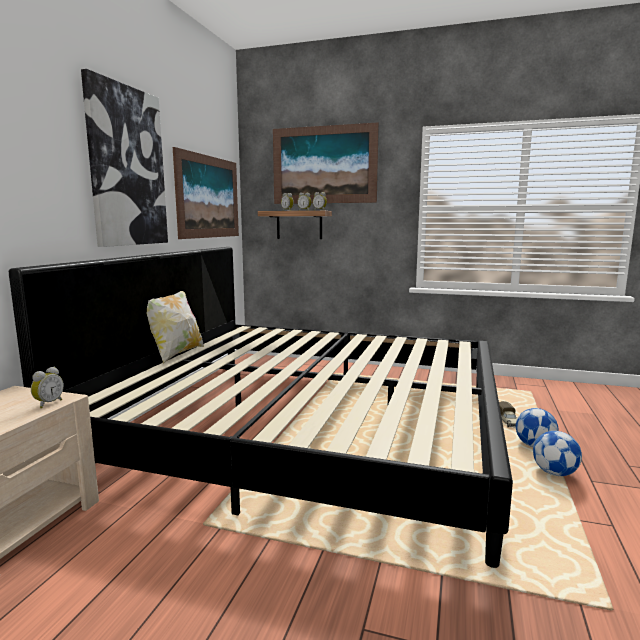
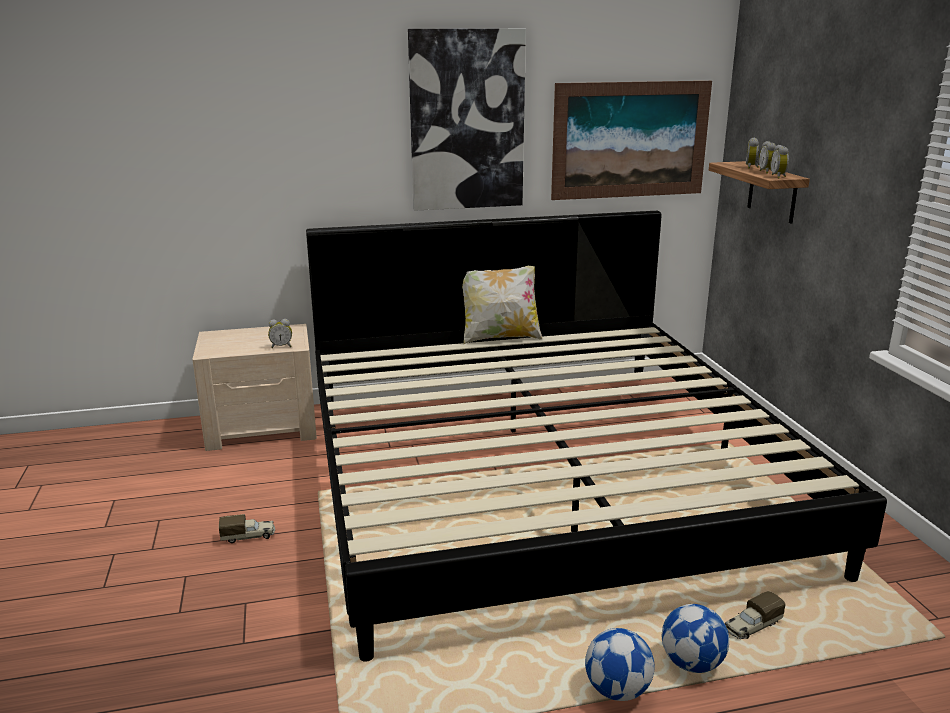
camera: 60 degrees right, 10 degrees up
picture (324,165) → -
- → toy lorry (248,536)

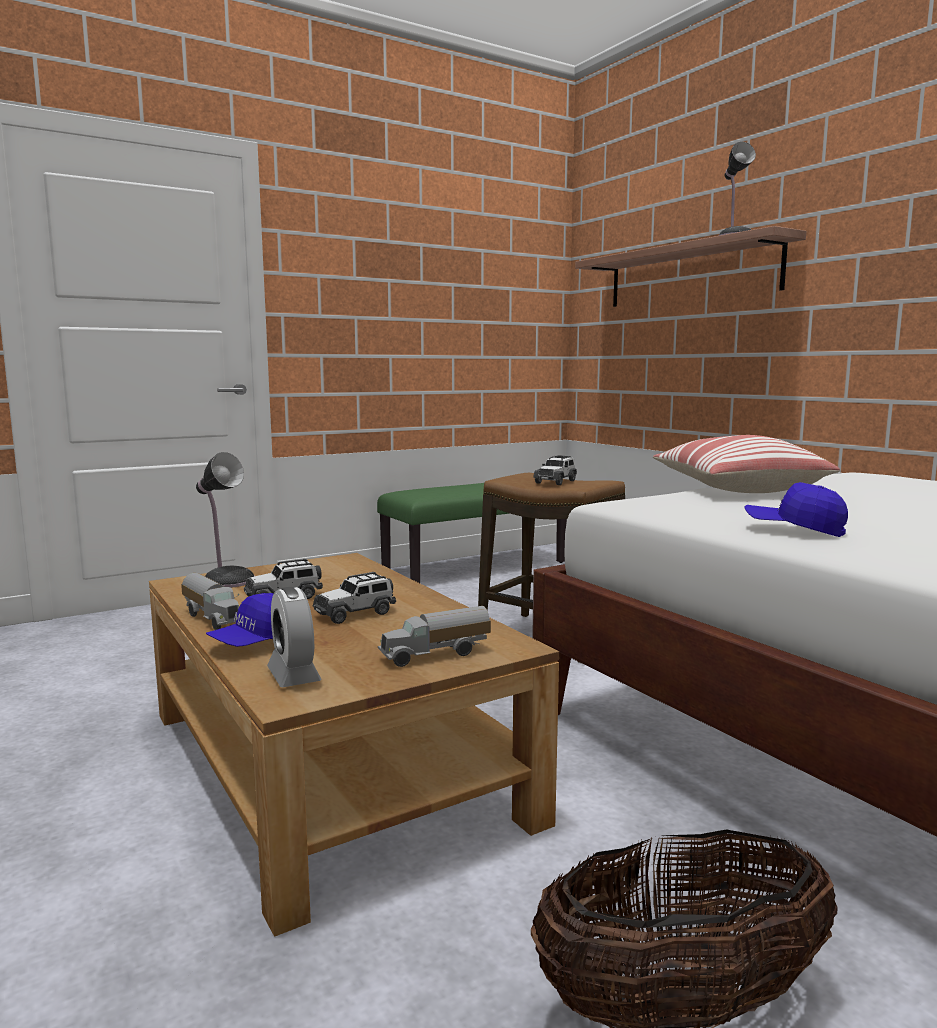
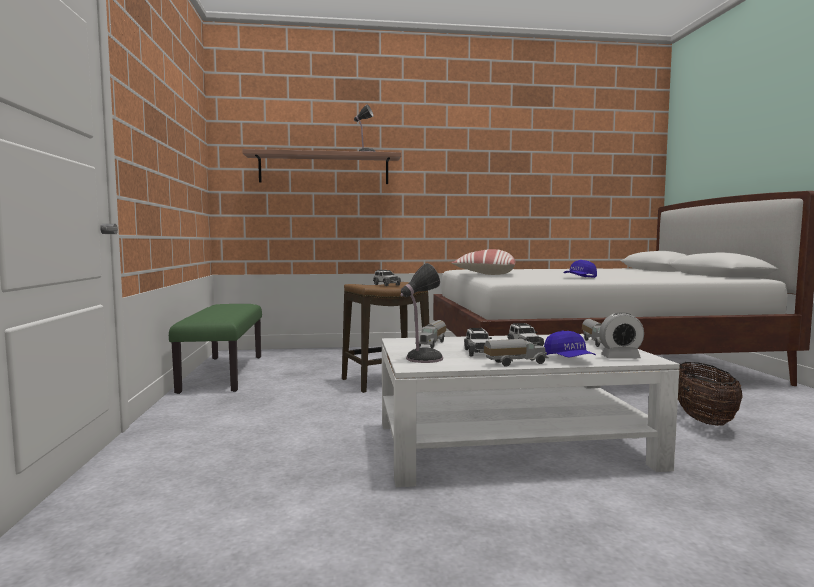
camera: 65 degrees left, 5 degrees down
coffee table (brown) (331,764) → coffee table (whitish) (512,444)
- → toy lorry (432,344)

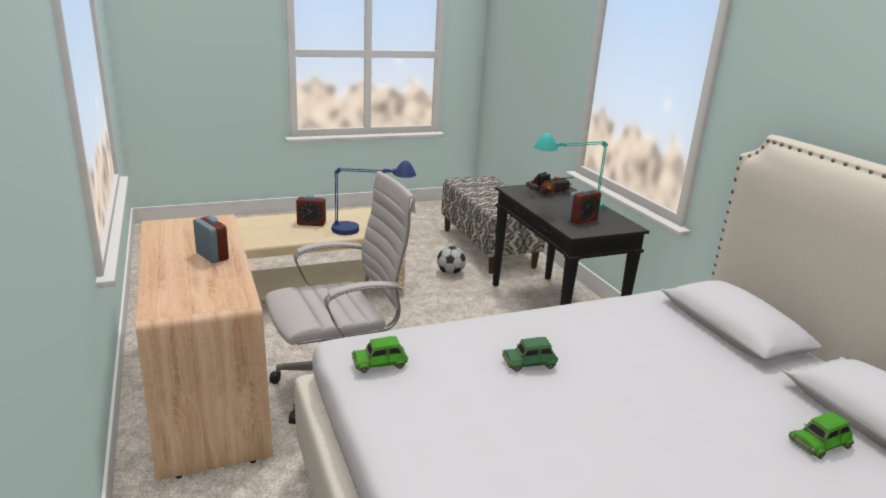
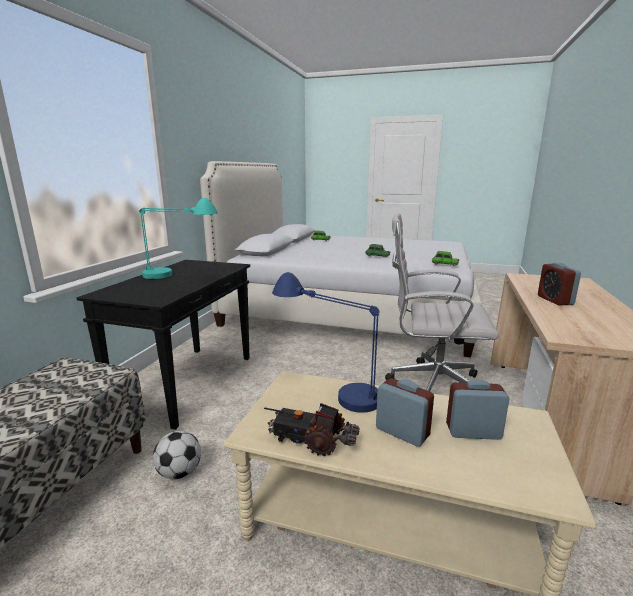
camera: 140 degrees left, 5 degrees down
toy lorry (549,193) → toy lorry (311,440), move
bedside clock (582,220) → bedside clock (473,432), move

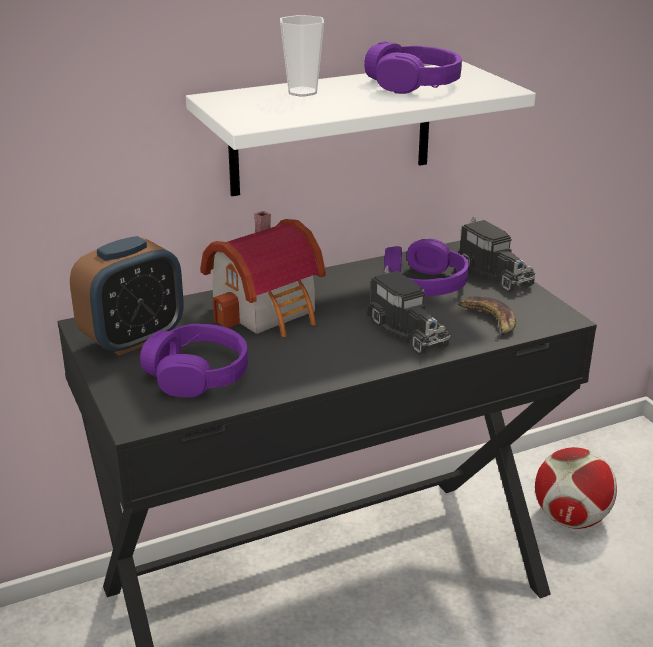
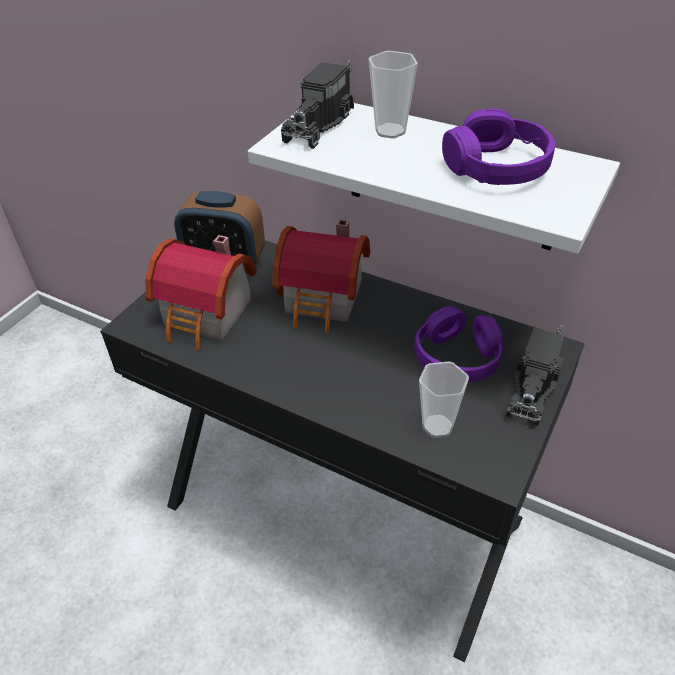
camera: 55 degrees right, 15 degrees up
toy lorry (405,329) → toy lorry (319,124), move
banana fruit (487,320) → cup (437,426)
pair of headphones (purple-coloured) (197,374) → model house (207,316)
football (571,518) → -

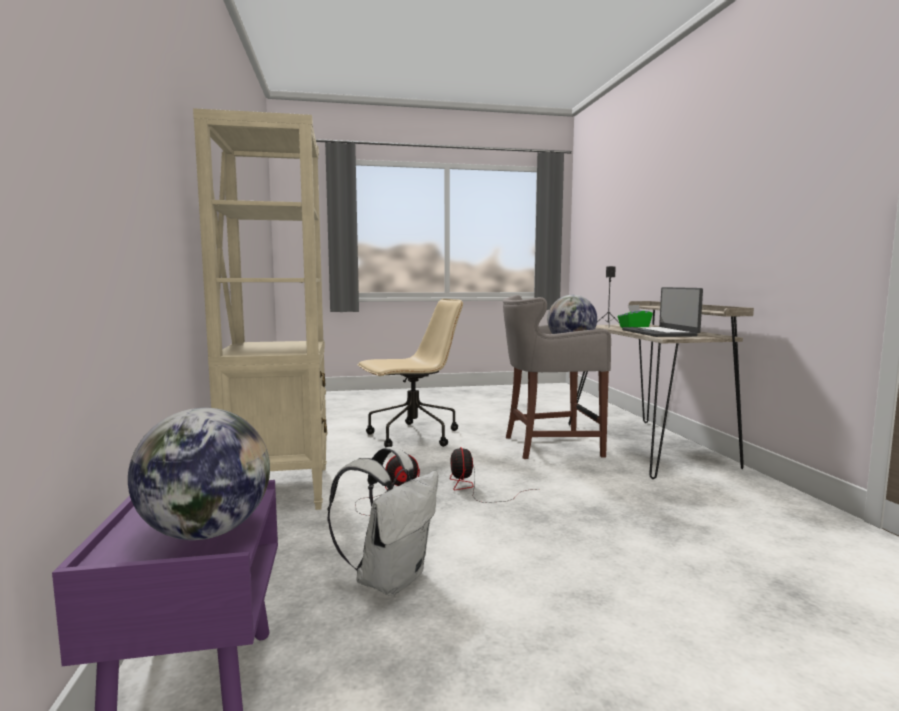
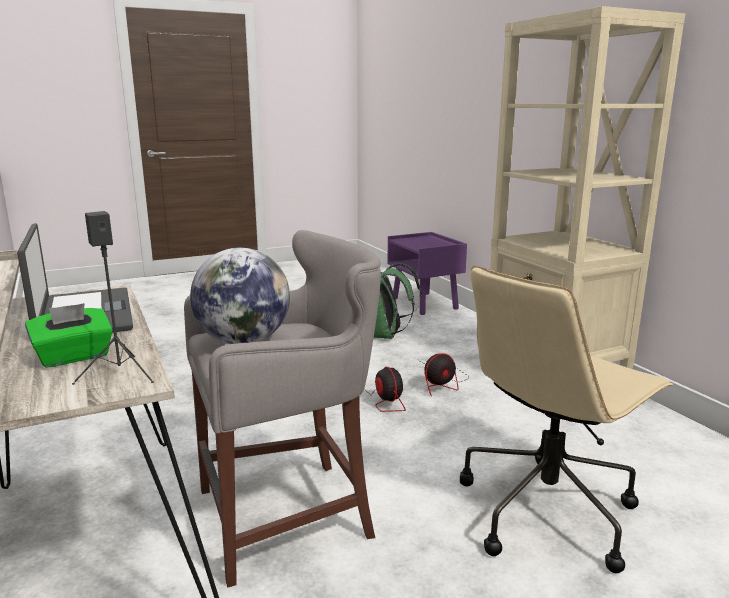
camera: 165 degrees right, 10 degrees up
desk globe (206,533) → -
backpack (whitish) (390,578) → backpack (greenish) (387,335)

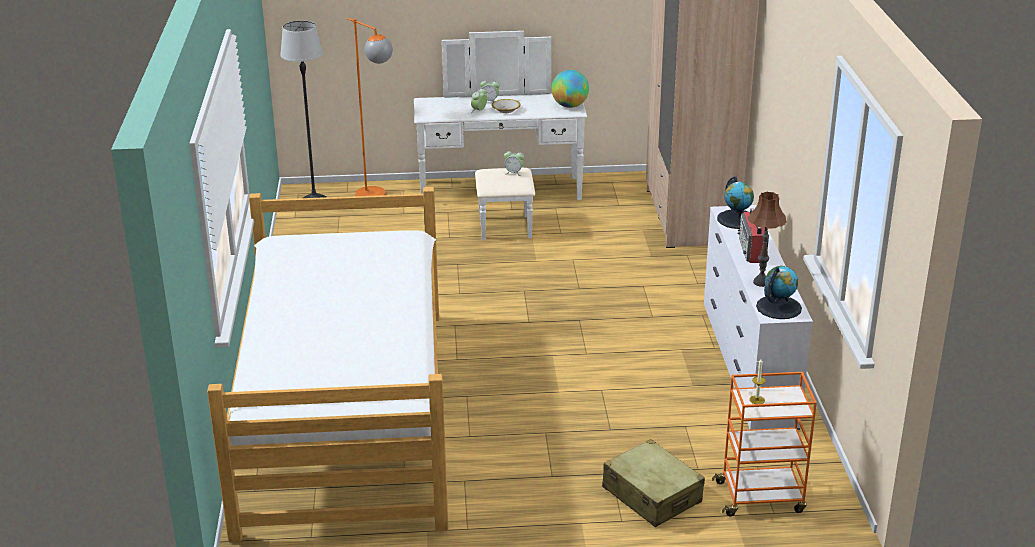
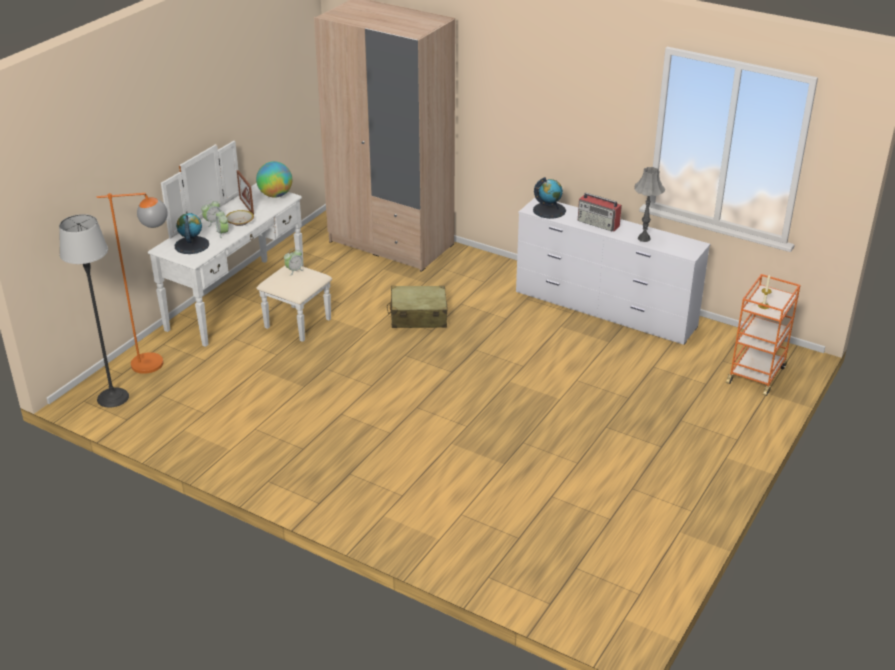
camera: 55 degrees left, 5 degrees up
bedroom bed (345,416) → -
lamp for a table (brown) (761,282) → lamp for a table (gray) (644,239)
desk globe (778,307) → desk globe (191,245), move
travel case (beige-coloured) (651,495) → travel case (beige-coloured) (418,316), move
- → standing frame (246,206)

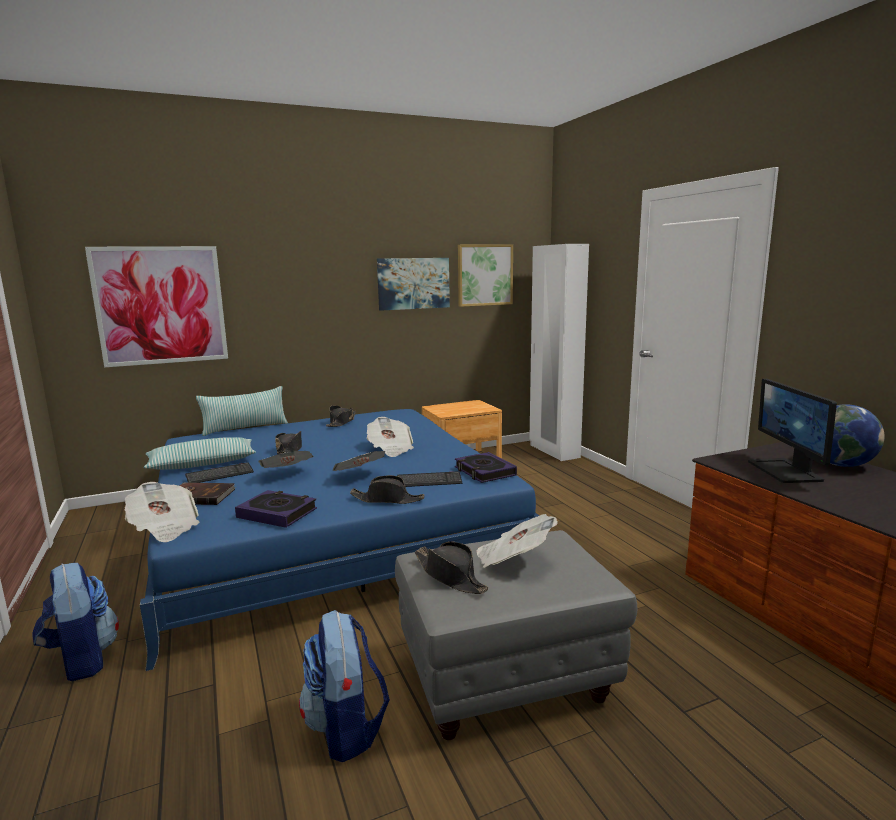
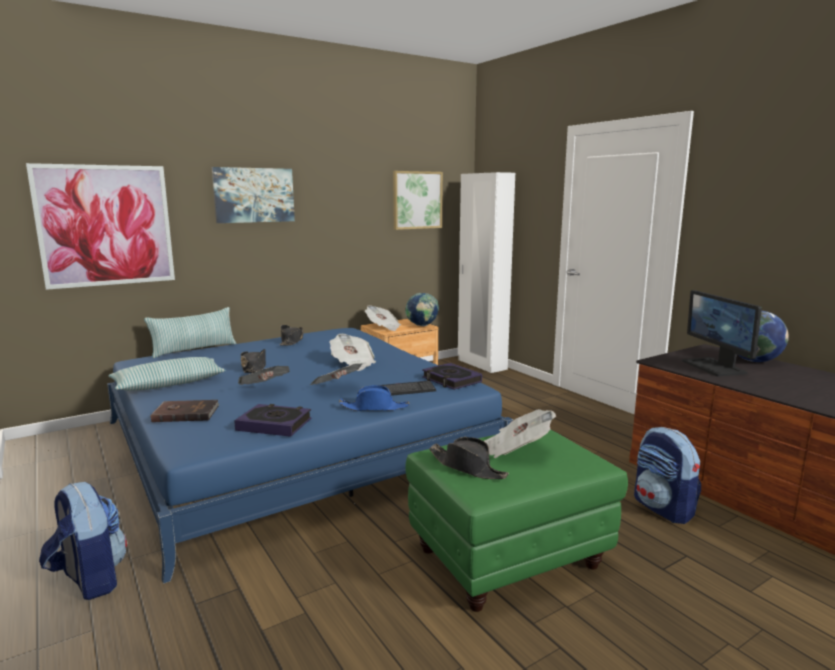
camera: 10 degrees left, 0 degrees up
picture (413,283) → picture (254,195), move
keyboard (220,475) → -
clothing hat (black-coloured) (387,499) → clothing hat (blue-coloured) (374,407)
daily paper (165,528) → daily paper (383,327), move
ottoman (gray) (506,679) → ottoman (greenish) (509,558)
backpack (346,728) → backpack (663,508), move
- → desk globe (422,326)

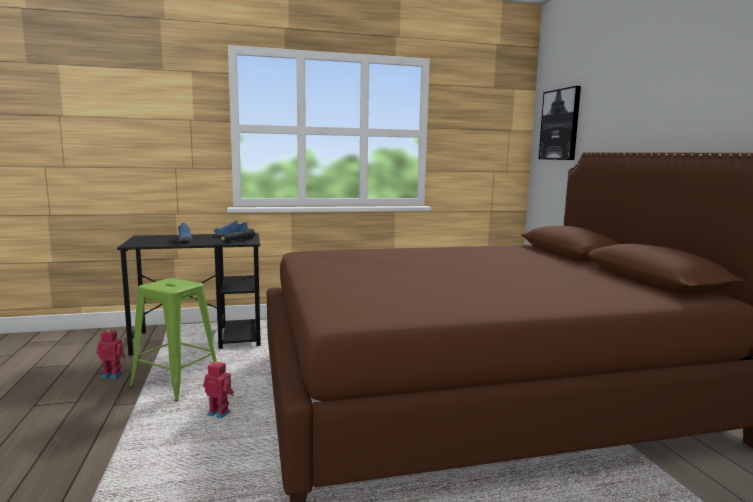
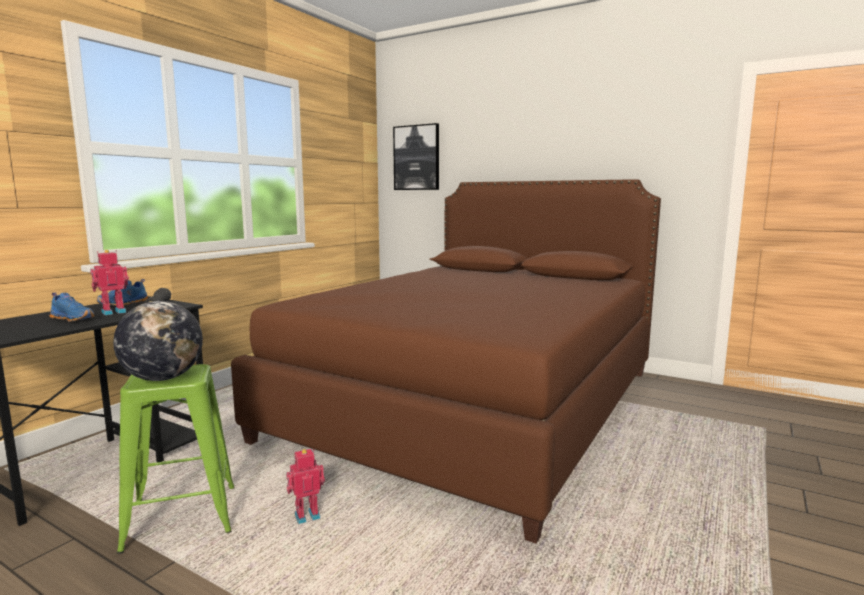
camera: 45 degrees left, 0 degrees up
robot figure (113,375) → robot figure (113,312), move
- → desk globe (163,378)

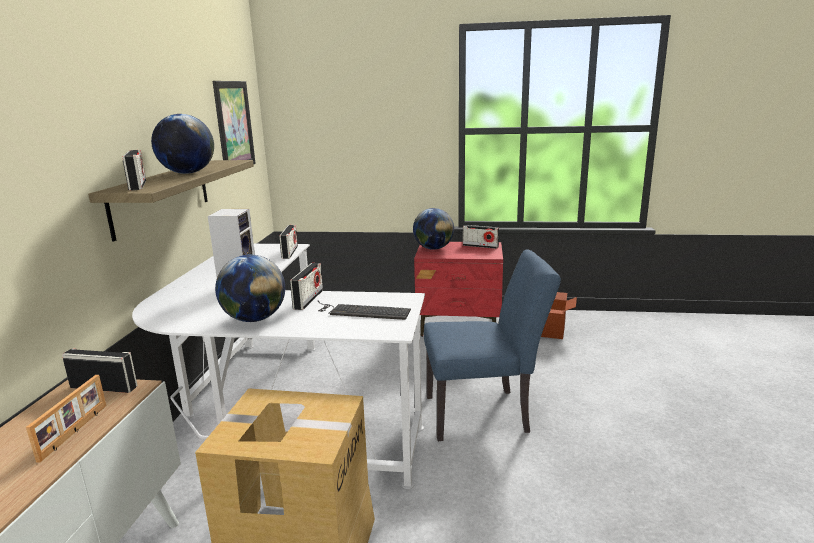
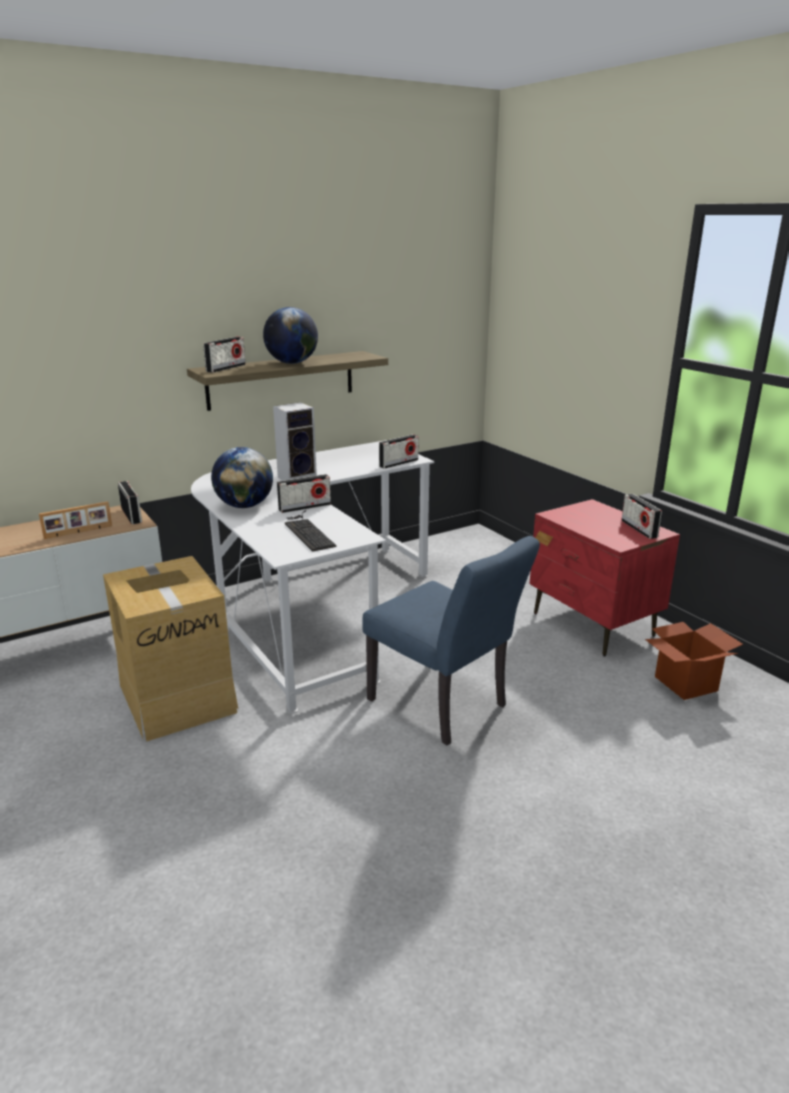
camera: 50 degrees right, 5 degrees up
picture (234,126) → -
desk globe (433,248) → -

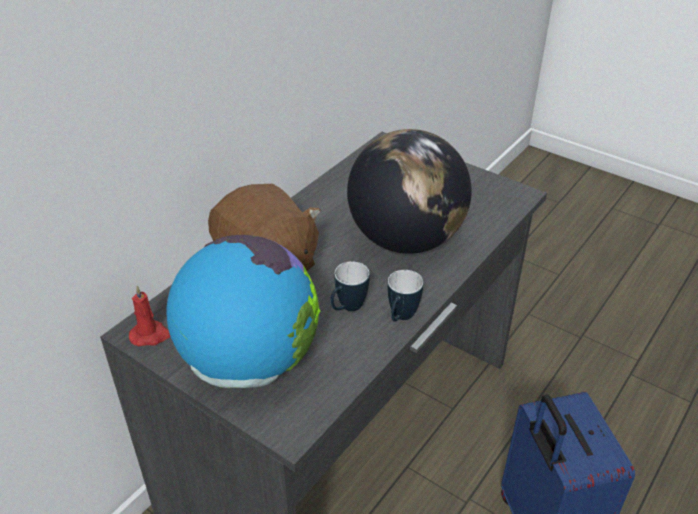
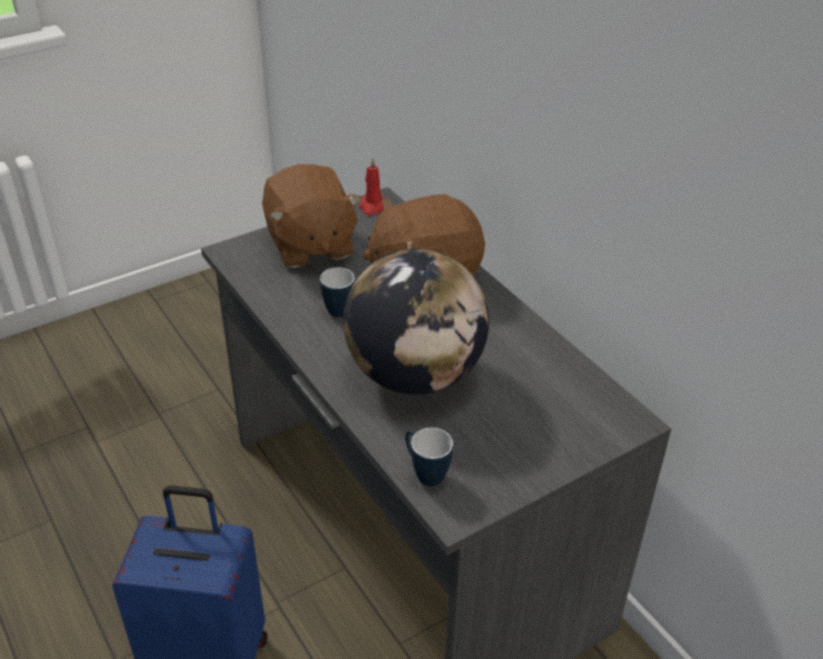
camera: 110 degrees right, 0 degrees up
desk globe (249,362) → soft toy (brown) (310,245)
coffee mug (400,318) → coffee mug (425,473), move

